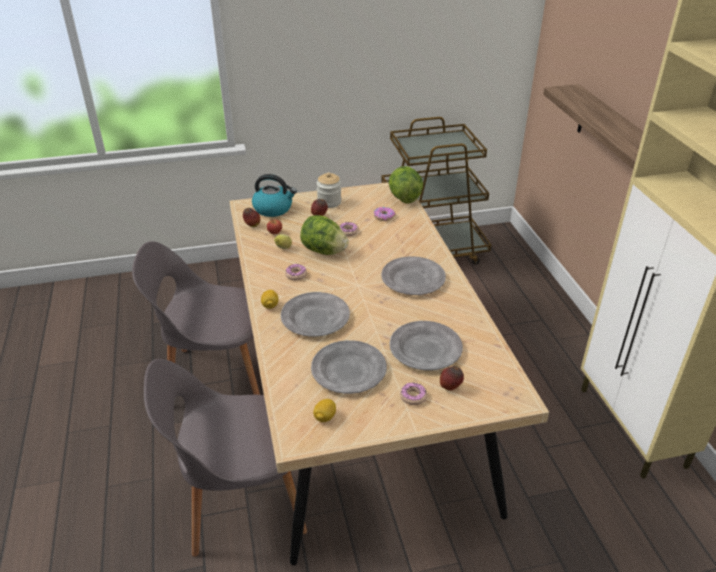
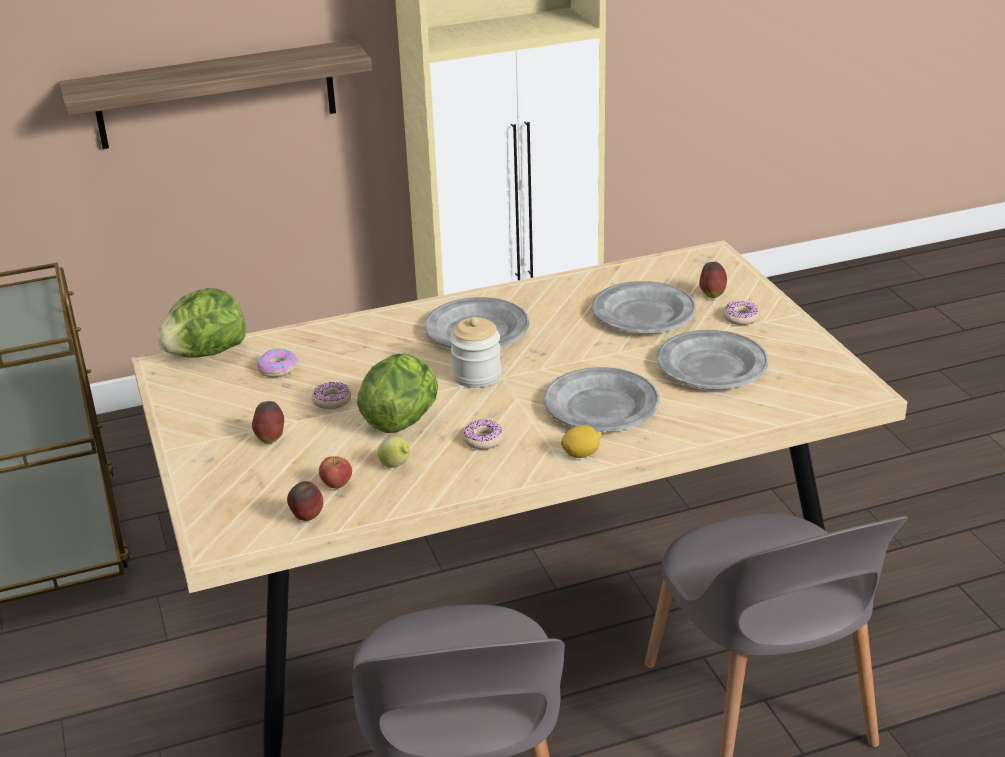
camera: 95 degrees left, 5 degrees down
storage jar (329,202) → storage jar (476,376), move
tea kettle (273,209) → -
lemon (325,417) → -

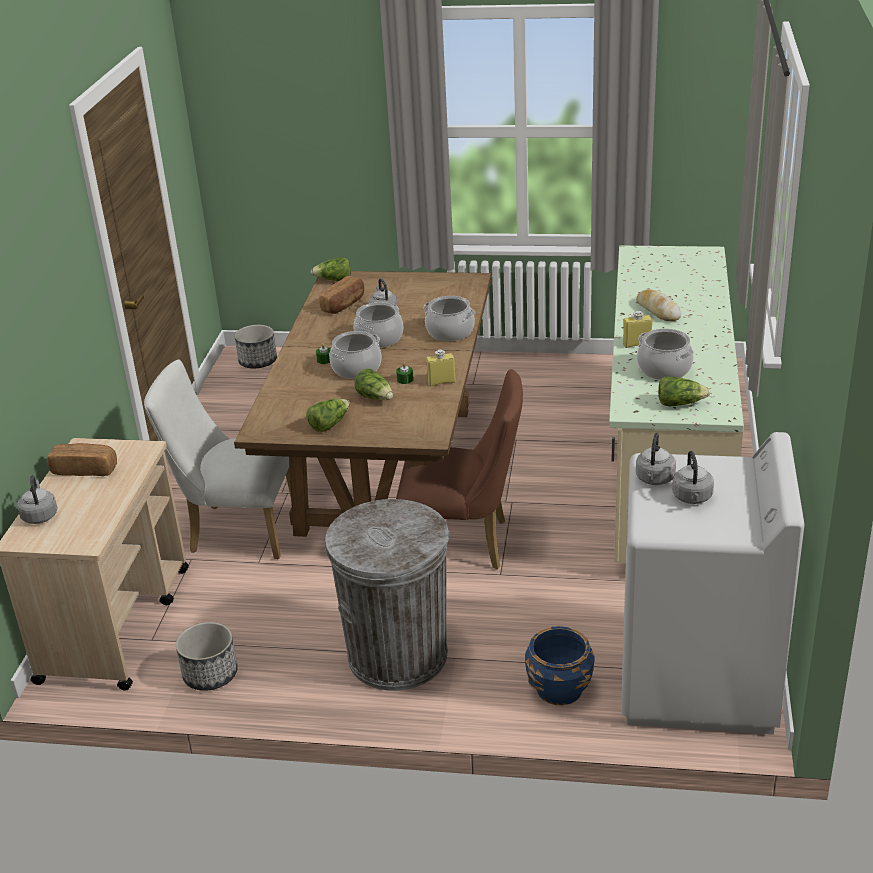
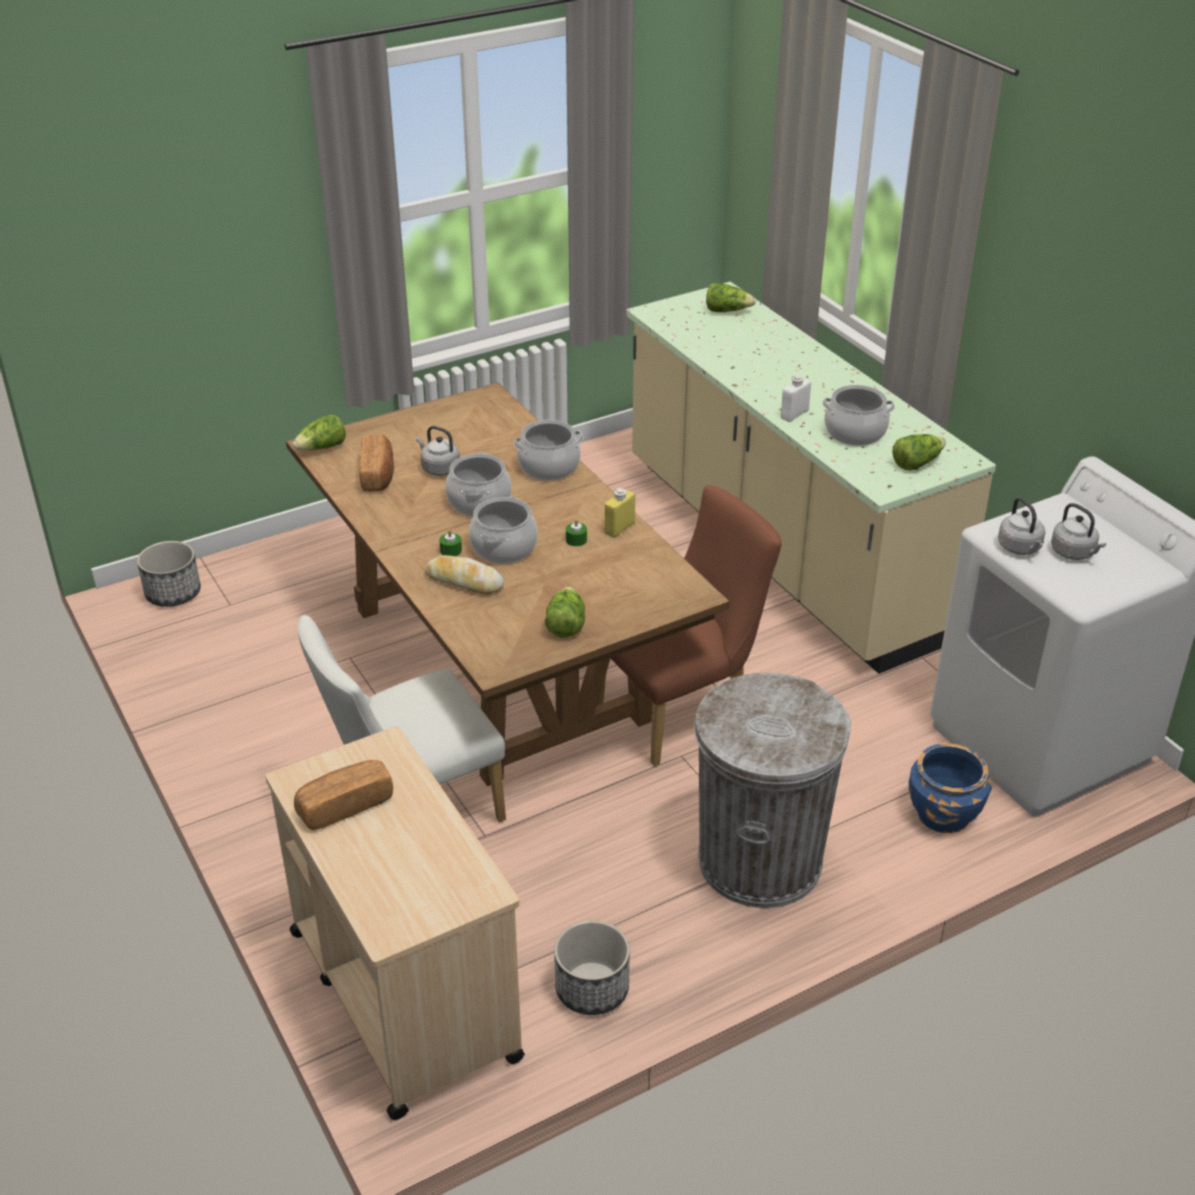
camera: 40 degrees left, 5 degrees up
baked bread (658,311) → baked bread (464,581), move
bottle (yellow) (637,344) → bottle (whitish) (794,414)
head of lettuce (375,398) → head of lettuce (727,311), move
tea kettle (gray) (40,515) → -

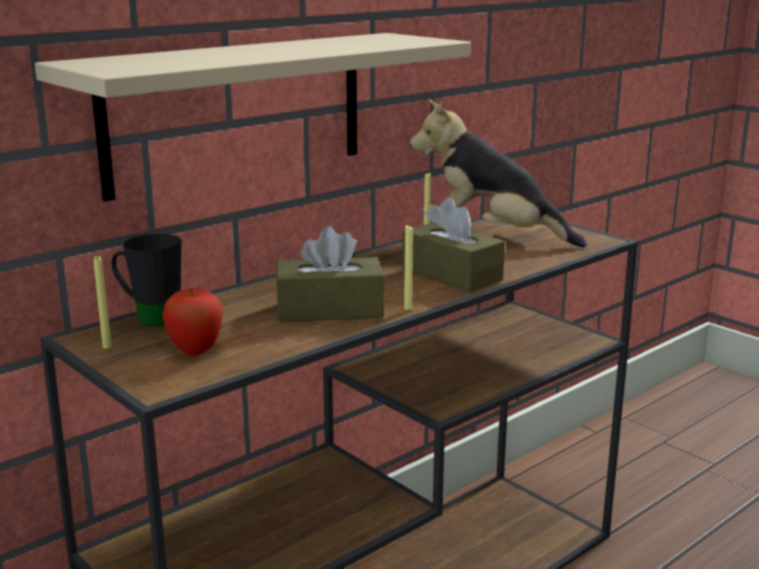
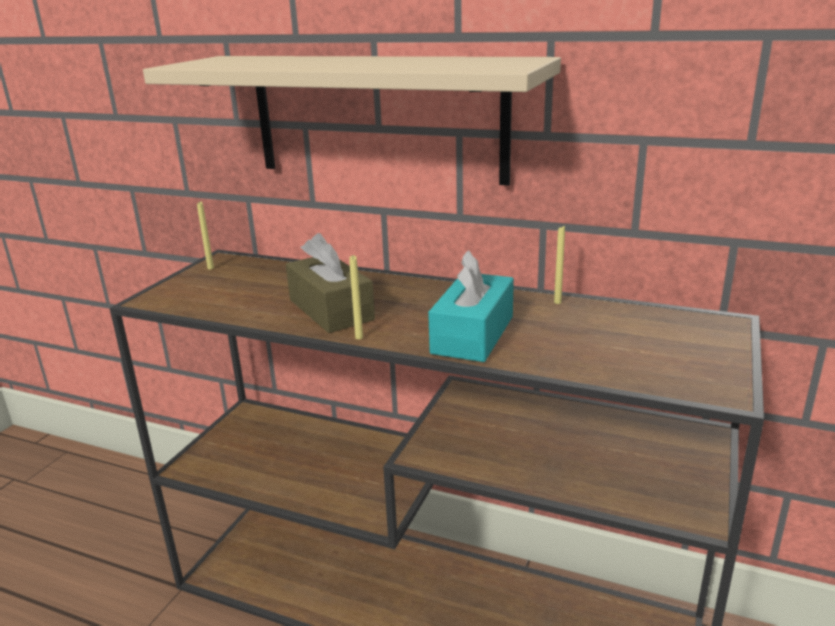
camera: 65 degrees right, 5 degrees up
soft toy (491,236) → -
box of tissues (brown) (451,274) → box of tissues (blue-green) (473,334)
coffee mug (black-coloured) (149,317) → -
whole apple (196,351) → -

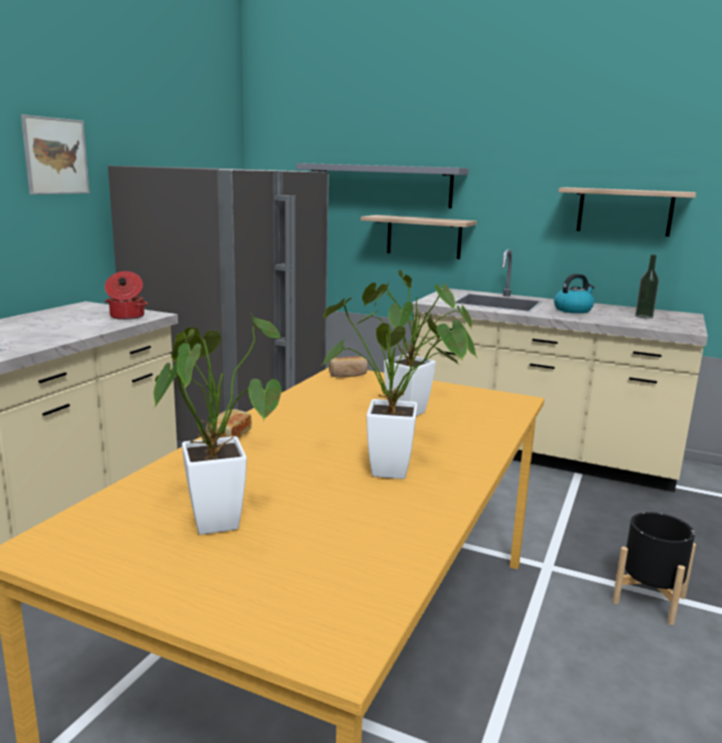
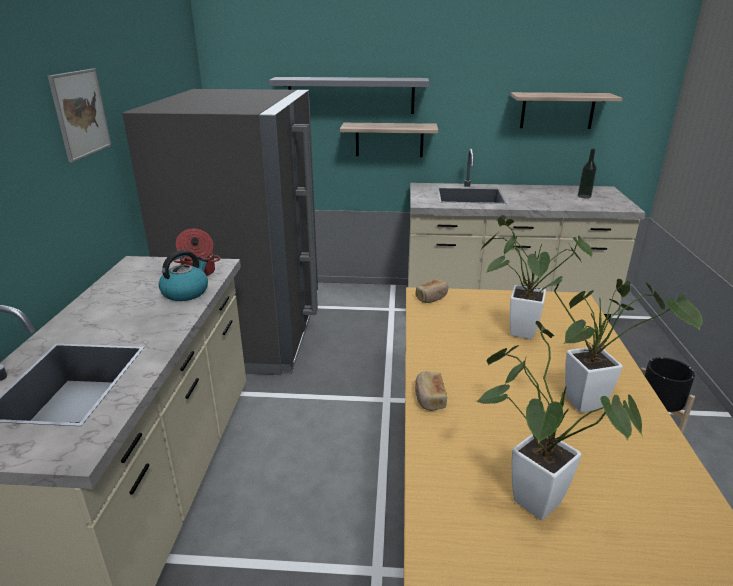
camera: 20 degrees left, 10 degrees up
tea kettle (573,310) → tea kettle (186,292), move

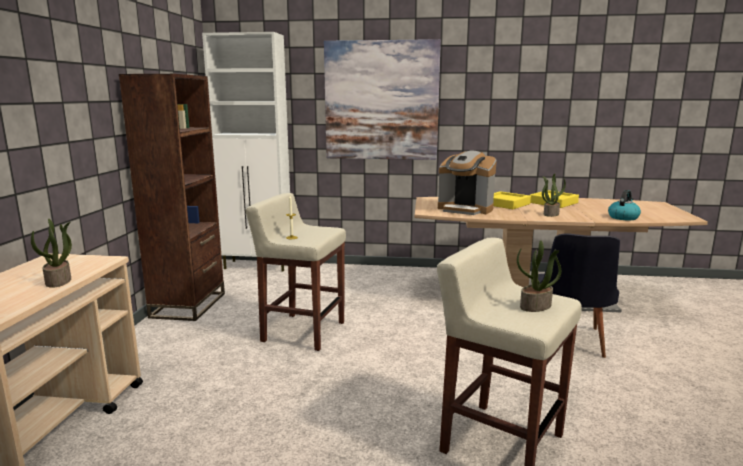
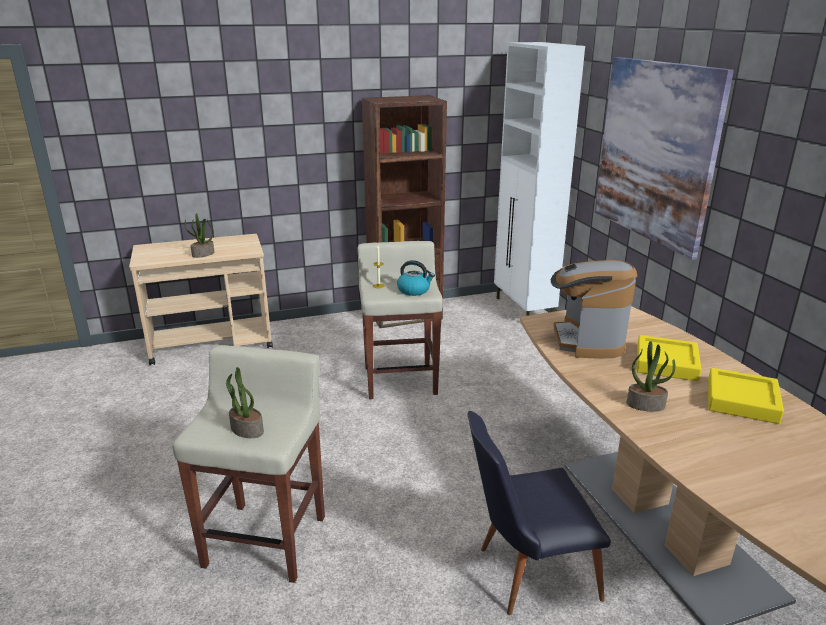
camera: 65 degrees right, 10 degrees up
tea kettle (623,217) → tea kettle (414,290), move

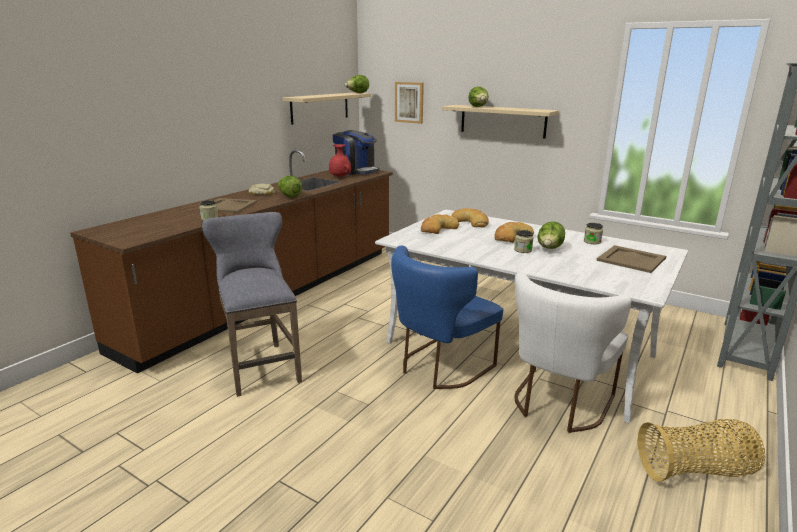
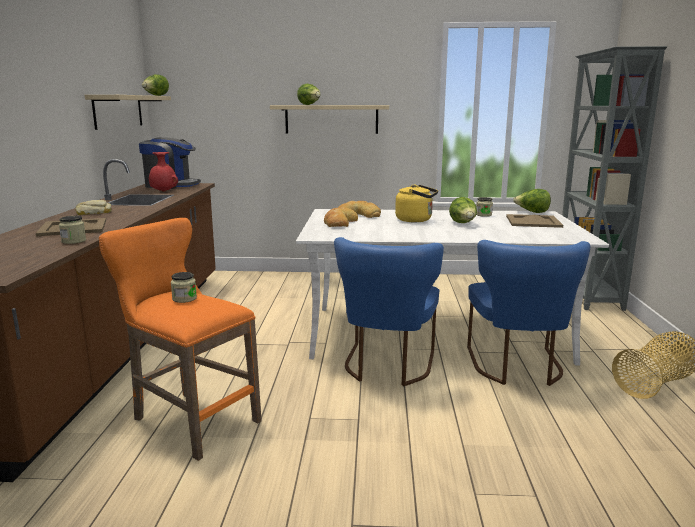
camera: 30 degrees left, 5 degrees down
picture (409,102) → -
head of lettuce (289,196) → head of lettuce (532,212), move
sitting stool (gray) (261,365) → sitting stool (orangey) (190,419)
baked bread (511,237) → tea kettle (yellow) (416,220)
storage jar (523,250) → storage jar (184,299), move
chair (whitish) (558,405) → chair (blue-coloured) (517,367)

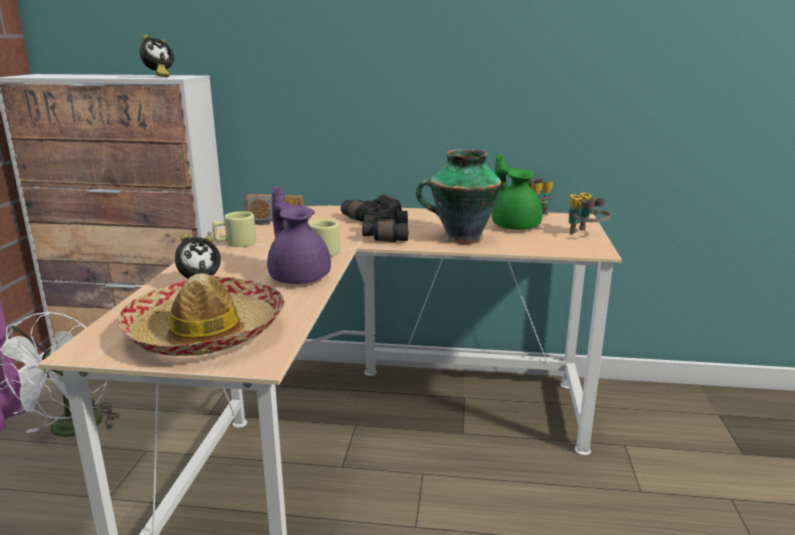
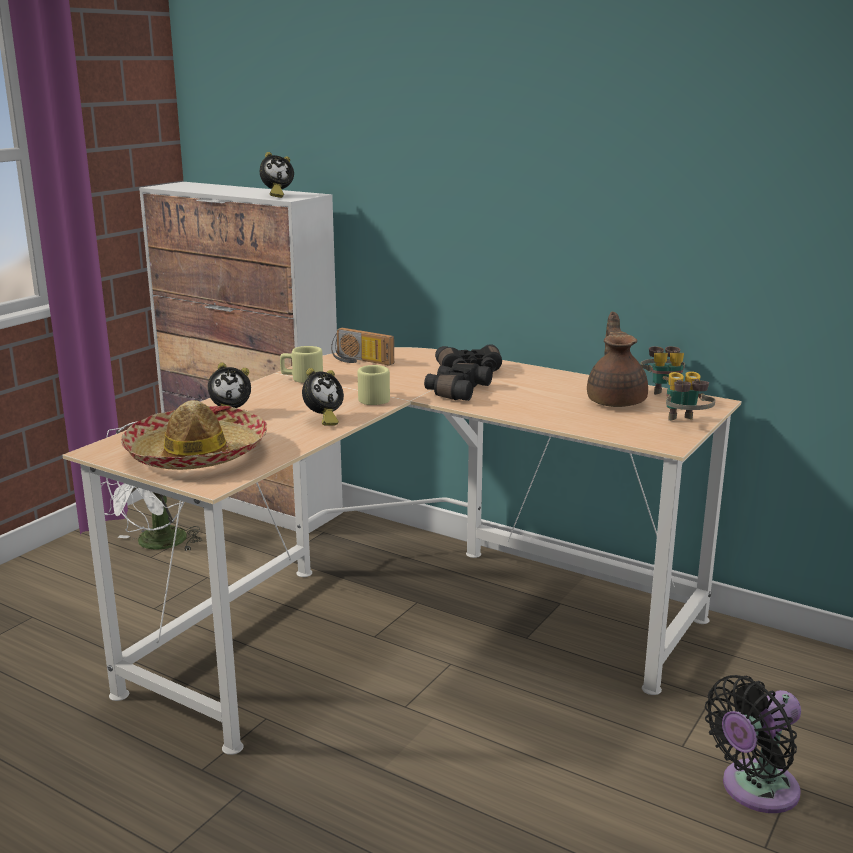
camera: 25 degrees right, 0 degrees up
vase (460,238) → -
tea pot (greenish) (514,225) → tea pot (brown) (616,401)
tea pot (purple-coloured) (299,276) → bedside clock (323,419)
- → cooling fan (black-coloured) (754,790)

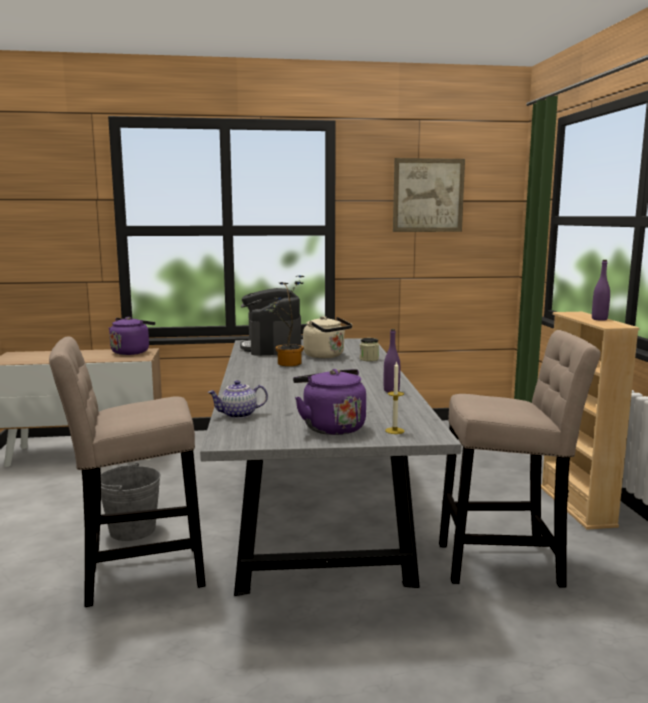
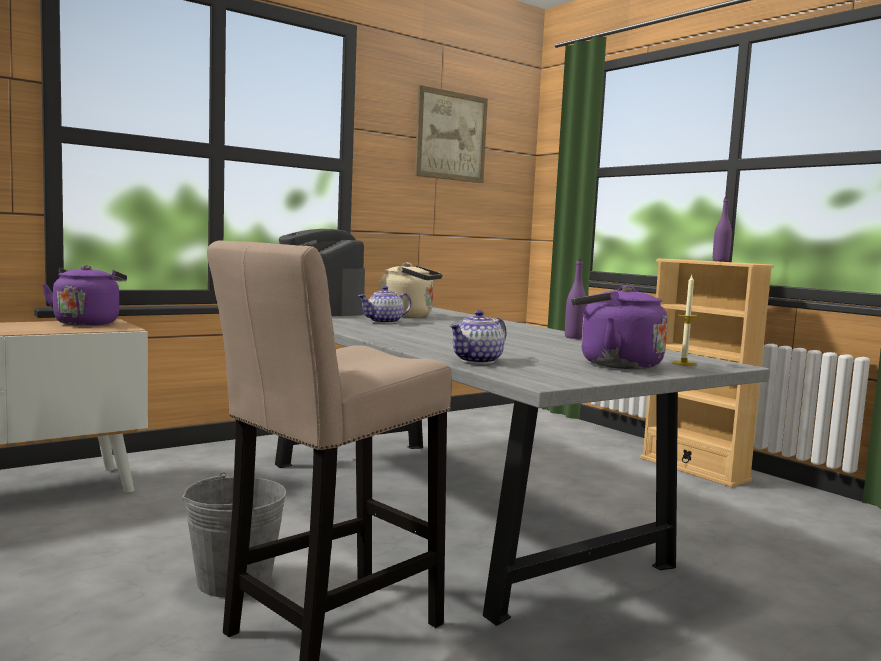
camera: 30 degrees left, 5 degrees down
plant in a pot (286,364) → tea pot (384,322)
sitting stool (beige-coloured) (506,564) → -
storage jar (369,359) → -

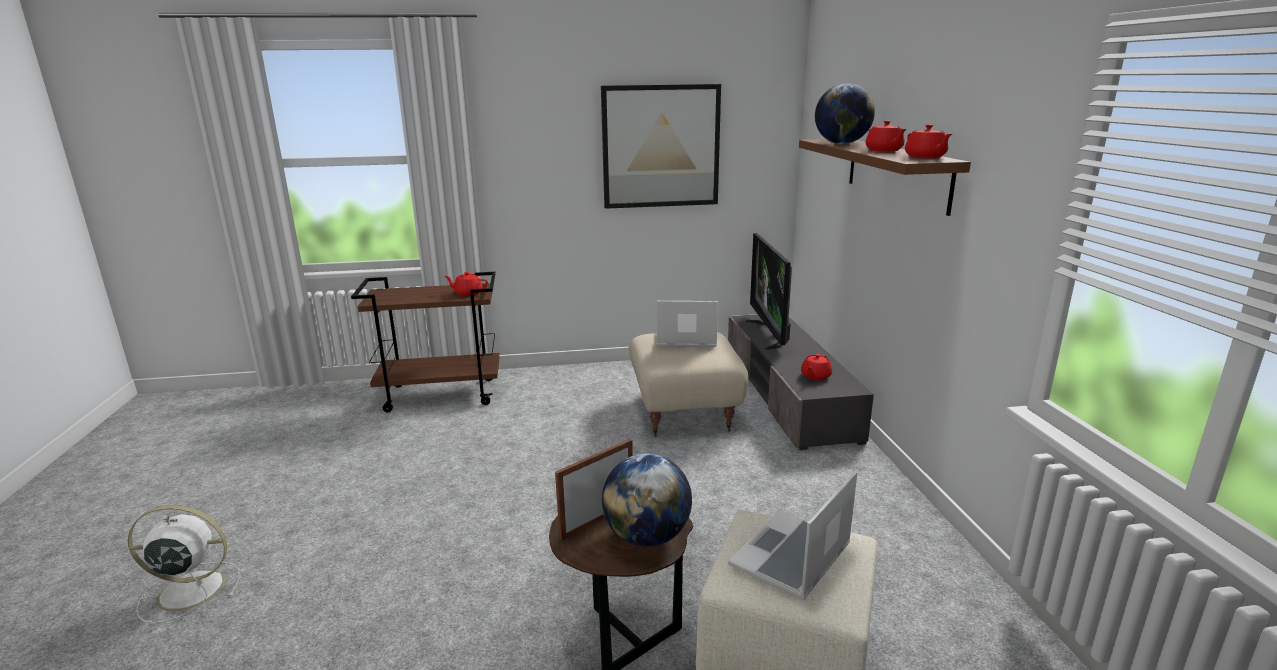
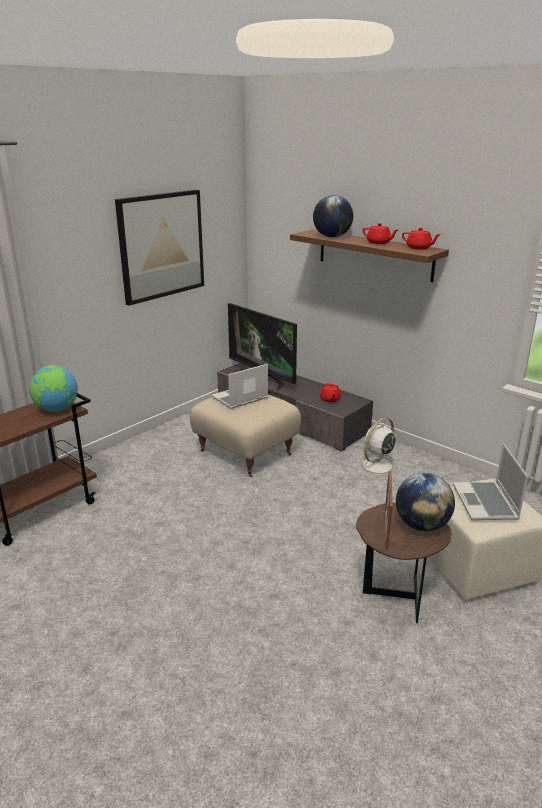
camera: 40 degrees left, 5 degrees up
tea pot (red-coloured) (468,293) → desk globe (57,409)
cooling fan (whitish) (188,590) → cooling fan (whitish) (376,466), move

